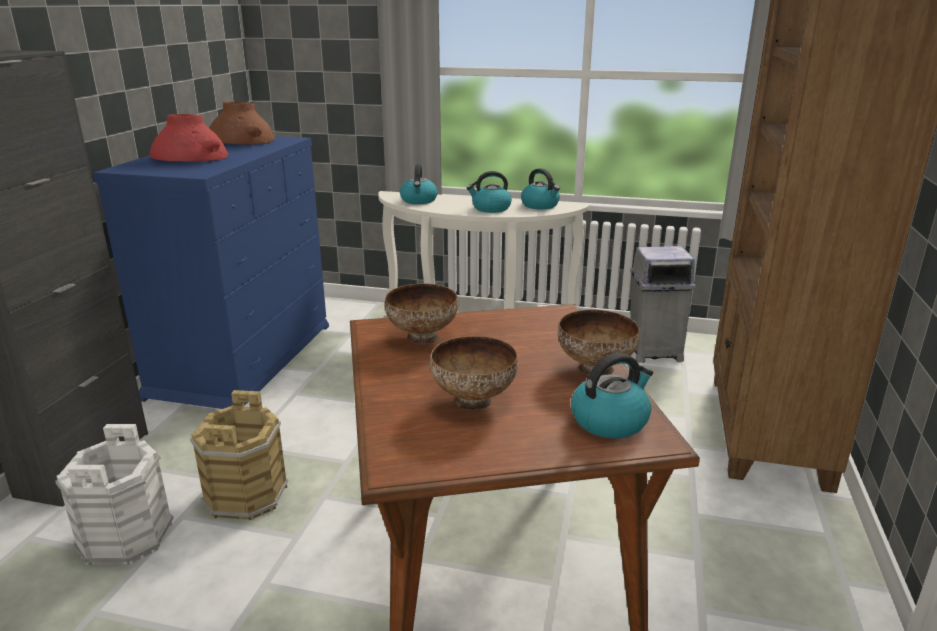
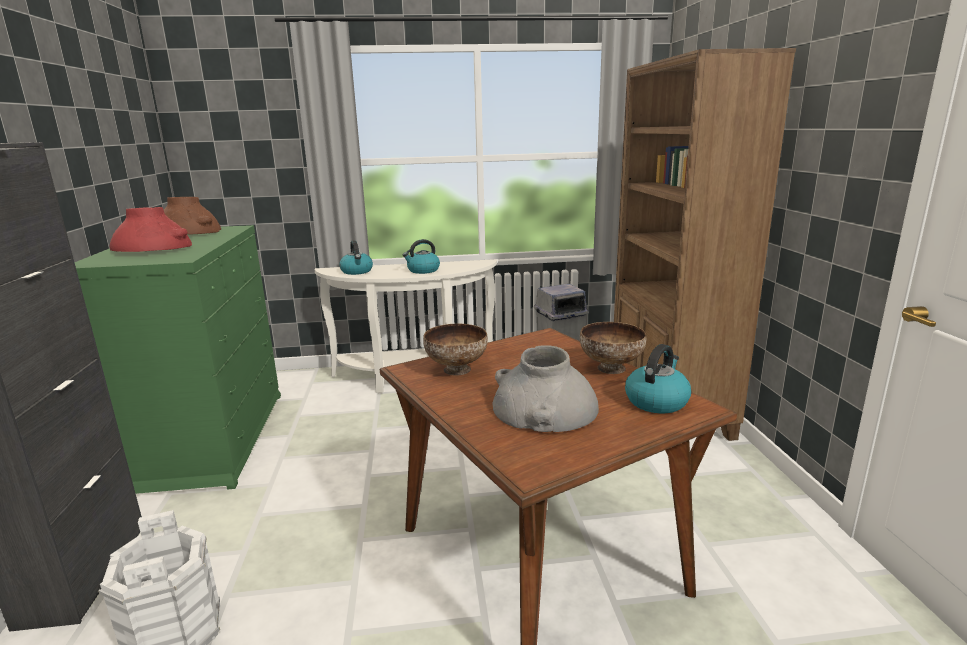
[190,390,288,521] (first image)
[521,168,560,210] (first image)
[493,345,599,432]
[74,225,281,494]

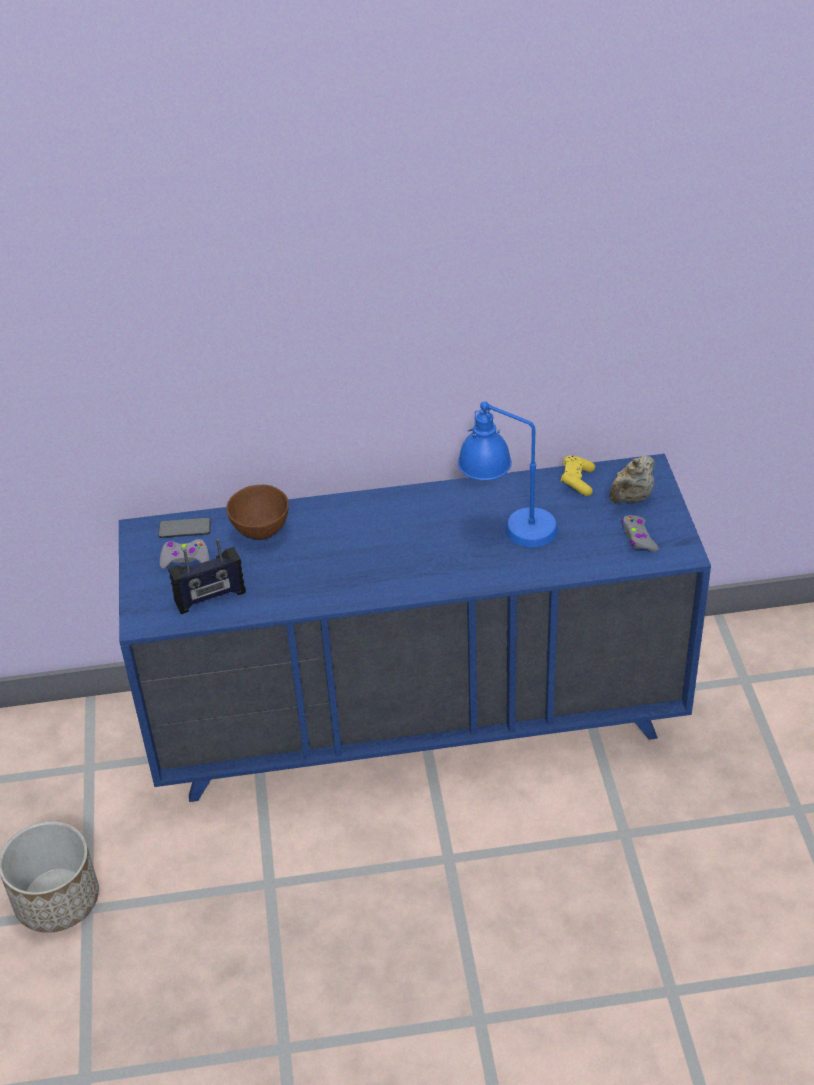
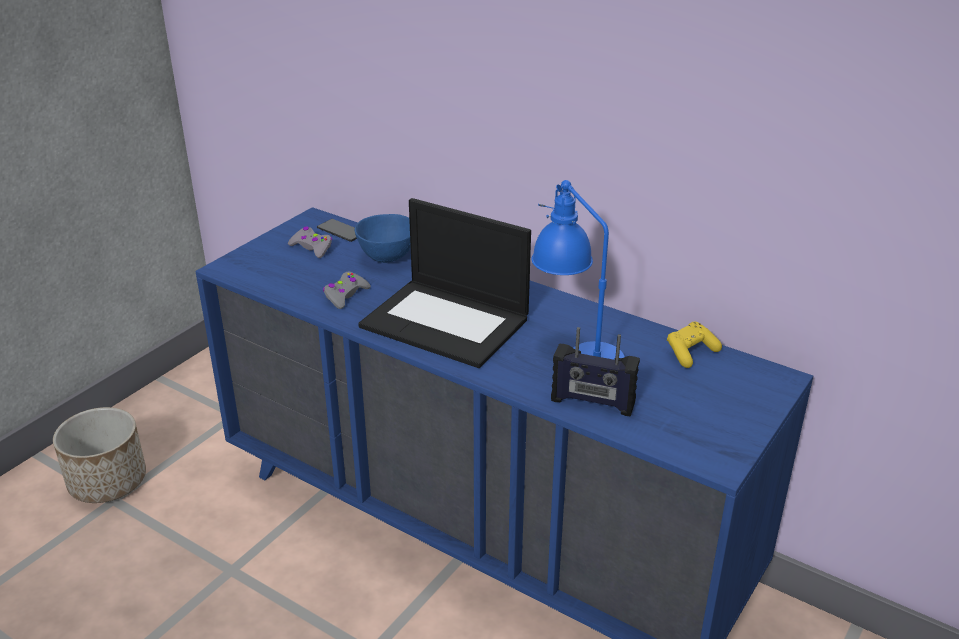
[609,455,655,504] (first image)
[358,198,531,368]
[551,327,640,416]
[323,272,371,309]
[355,214,411,263]

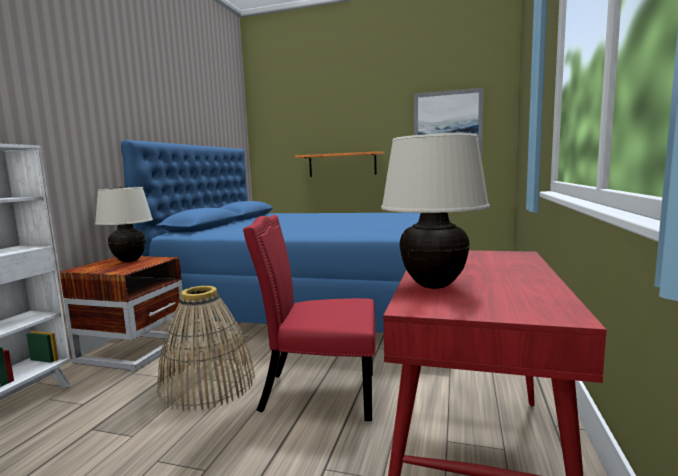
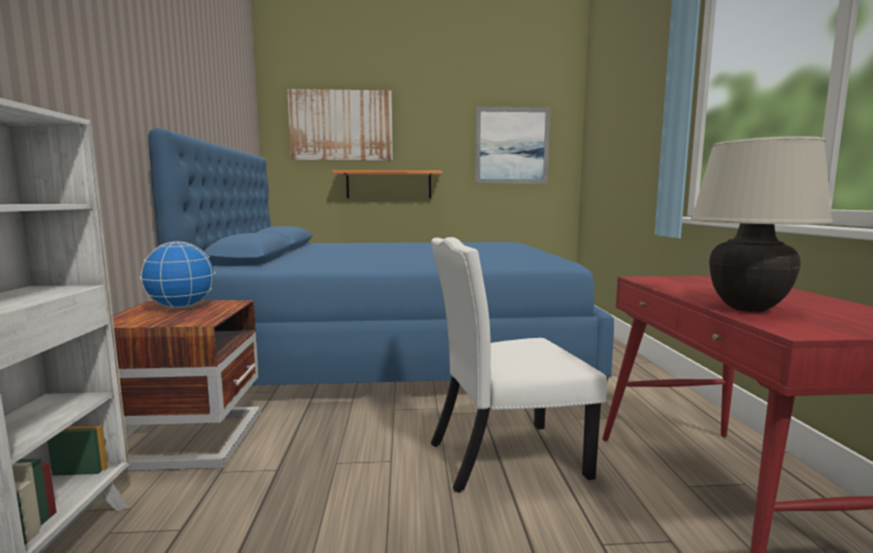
[157,286,255,411] (first image)
[287,89,393,161]
[140,242,215,308]
[431,237,607,493]

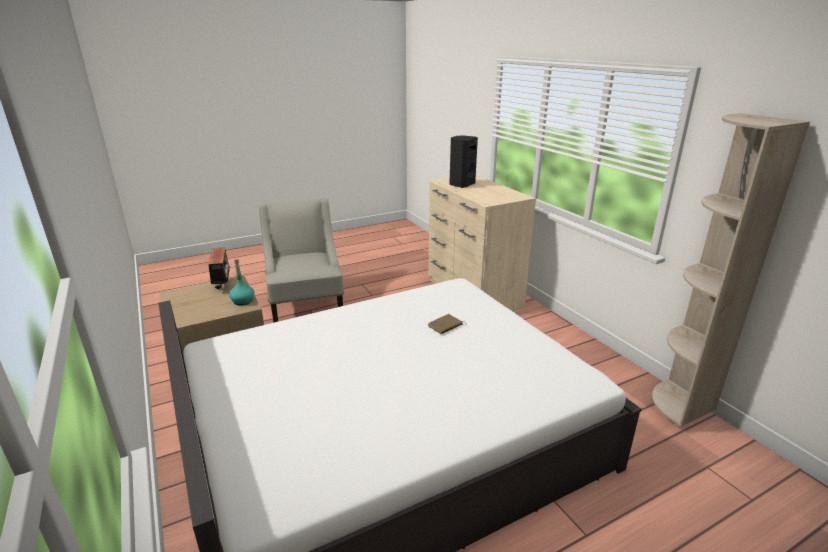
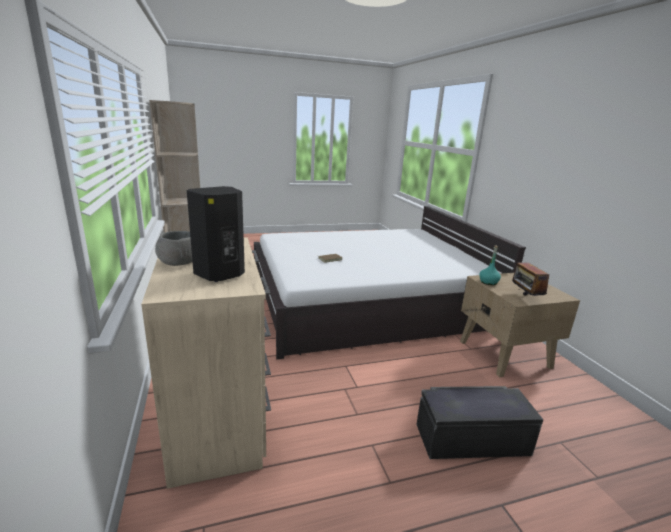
[155,231,192,266]
[416,386,544,459]

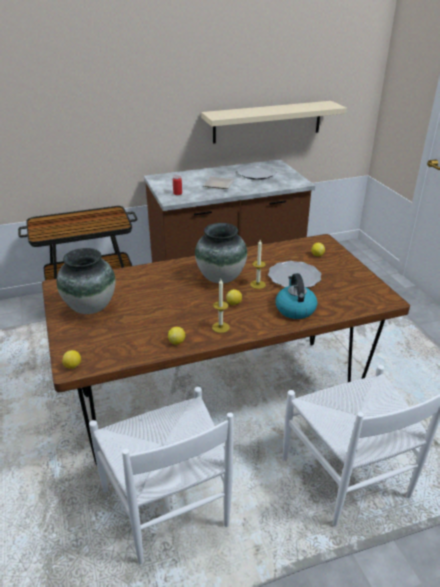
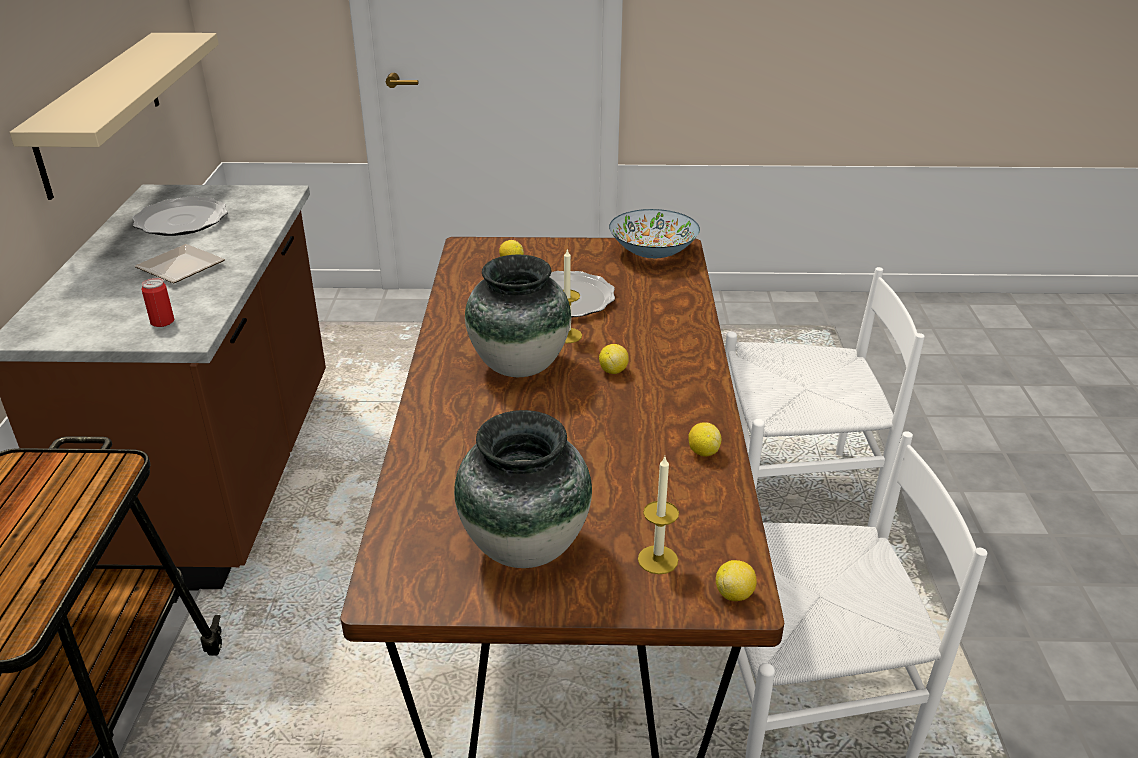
[275,273,317,319] (first image)
[609,209,700,258]
[638,457,679,574]

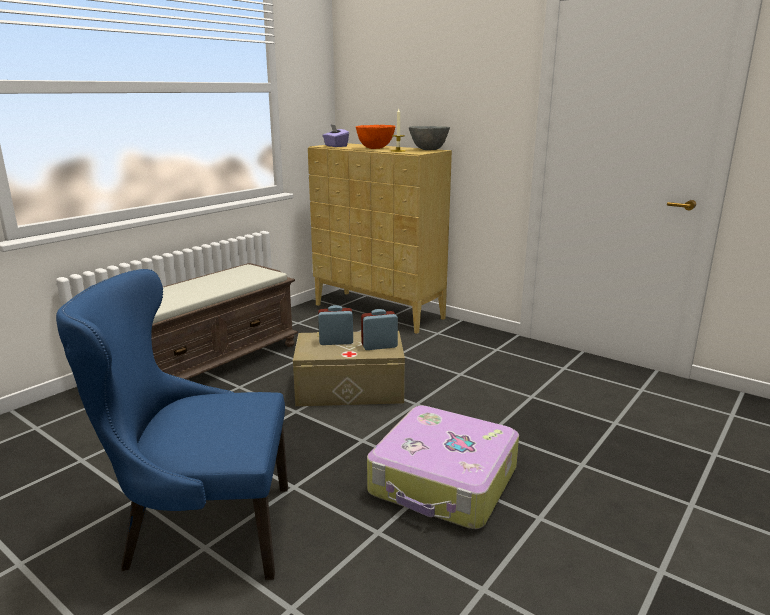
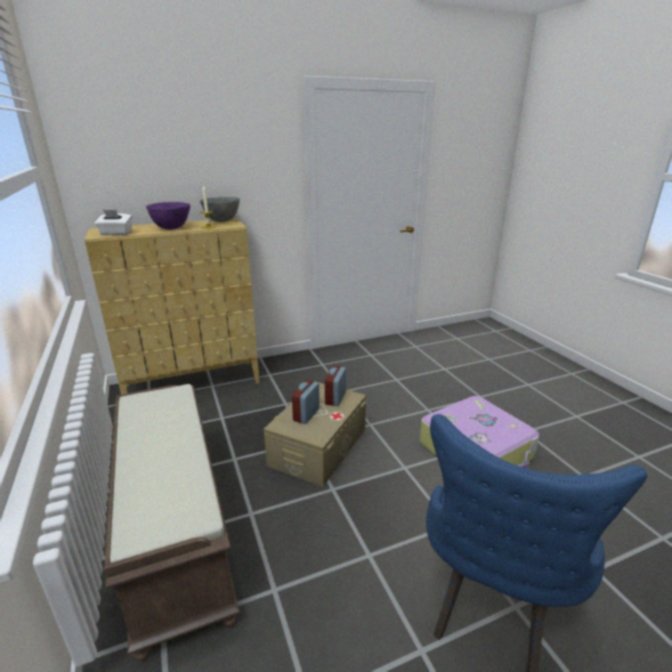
[94,210,132,235]
[146,202,190,230]

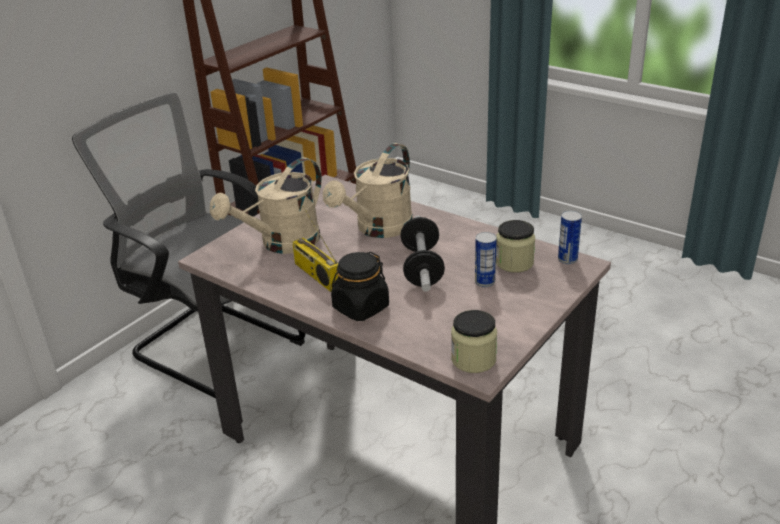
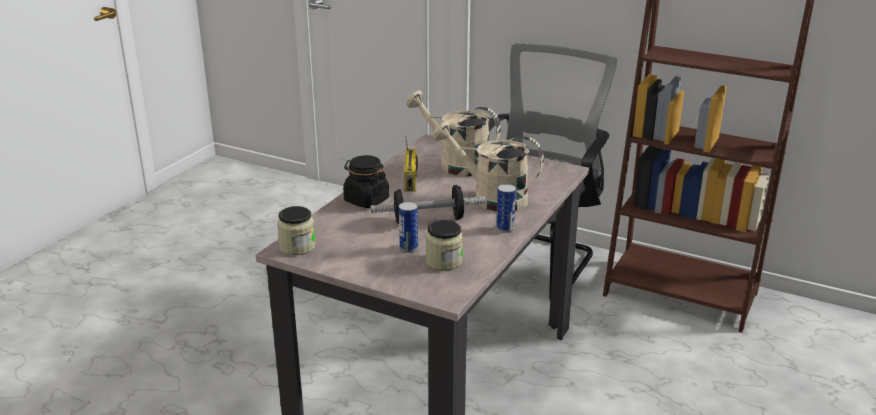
[497,184,516,233]
[404,136,418,192]

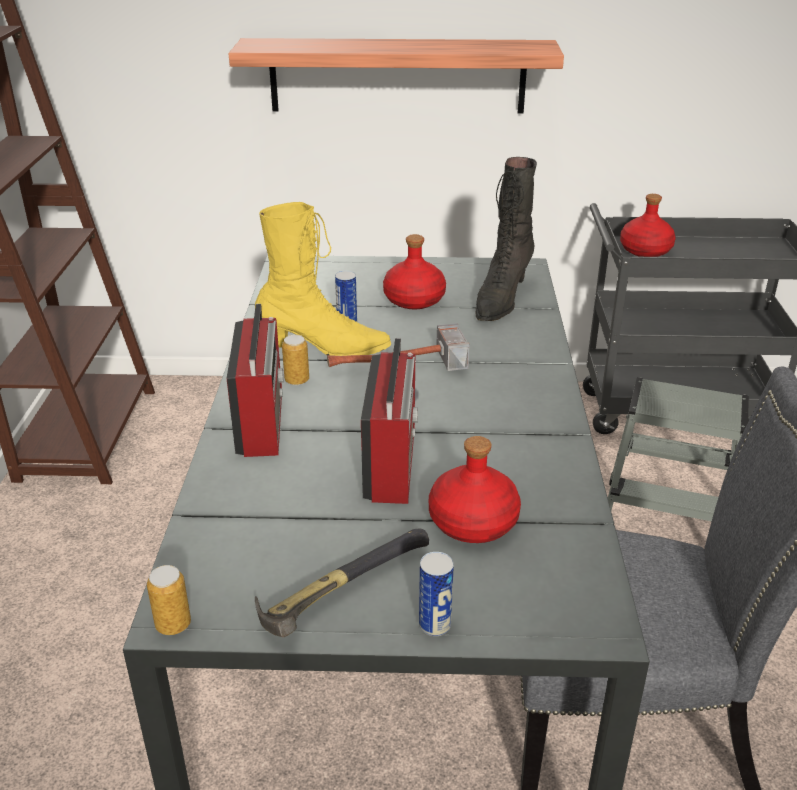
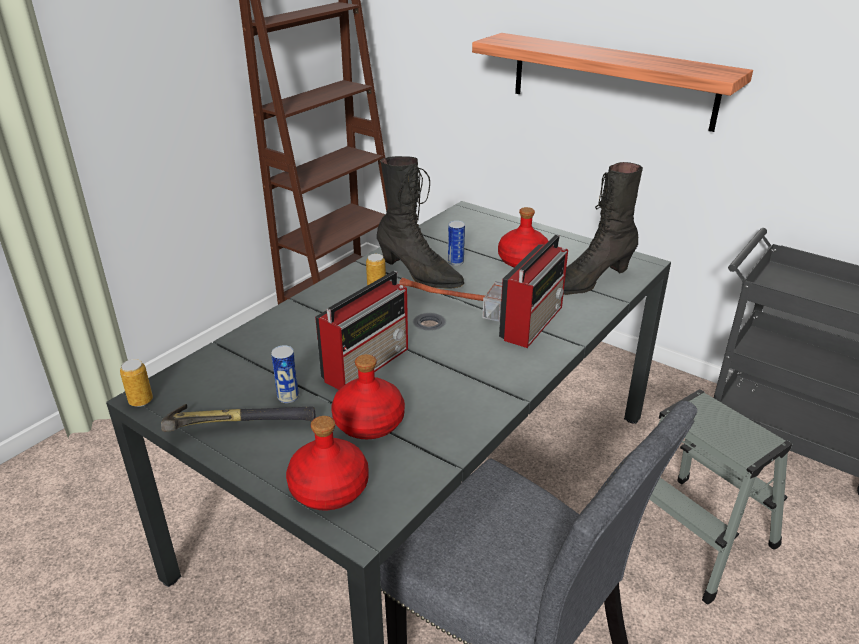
[499,235,568,348]
[271,345,299,403]
[286,416,369,510]
[377,156,464,289]

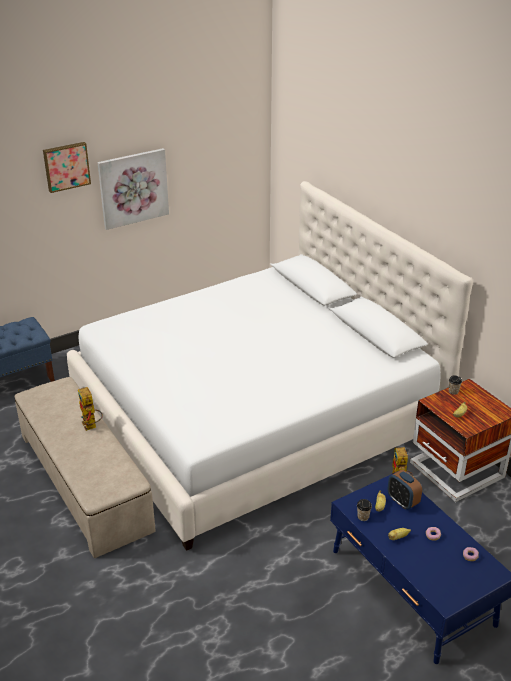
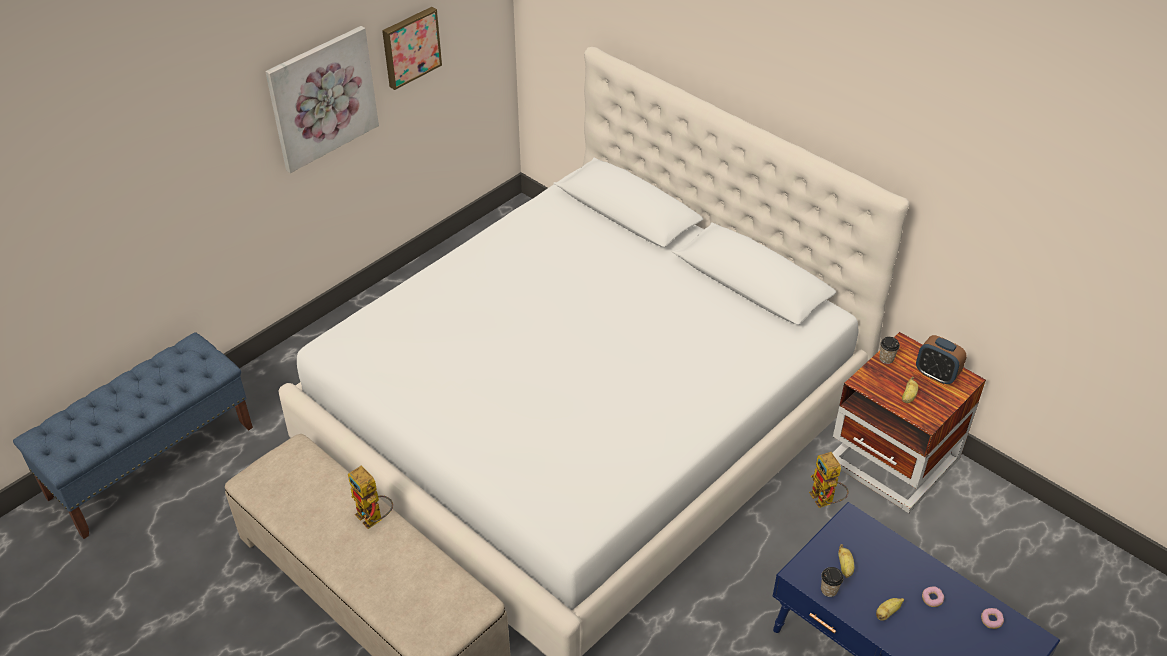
[382,7,442,90]
[916,335,967,385]

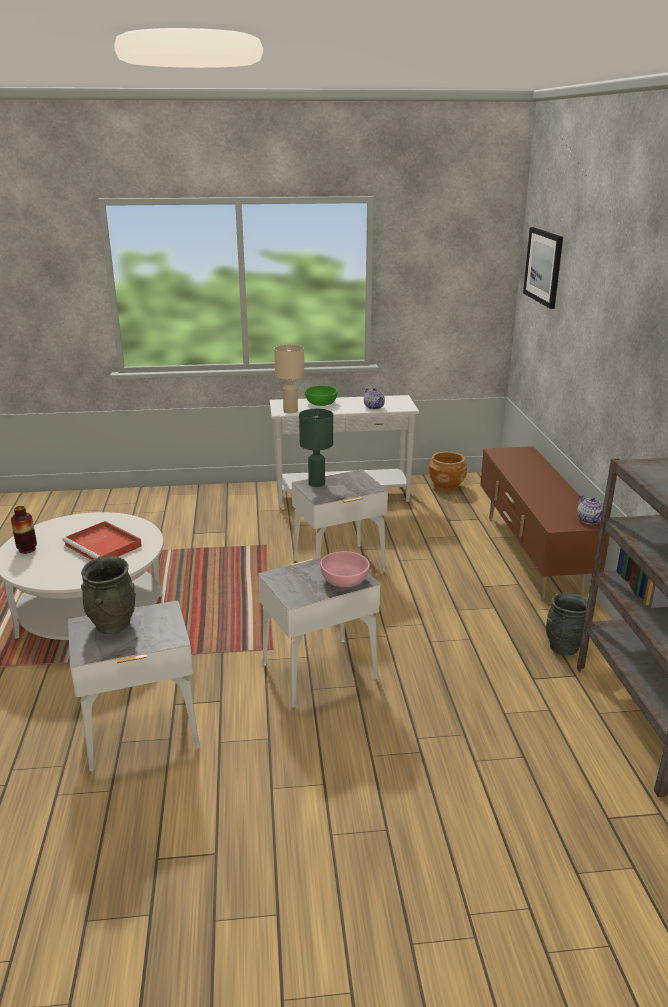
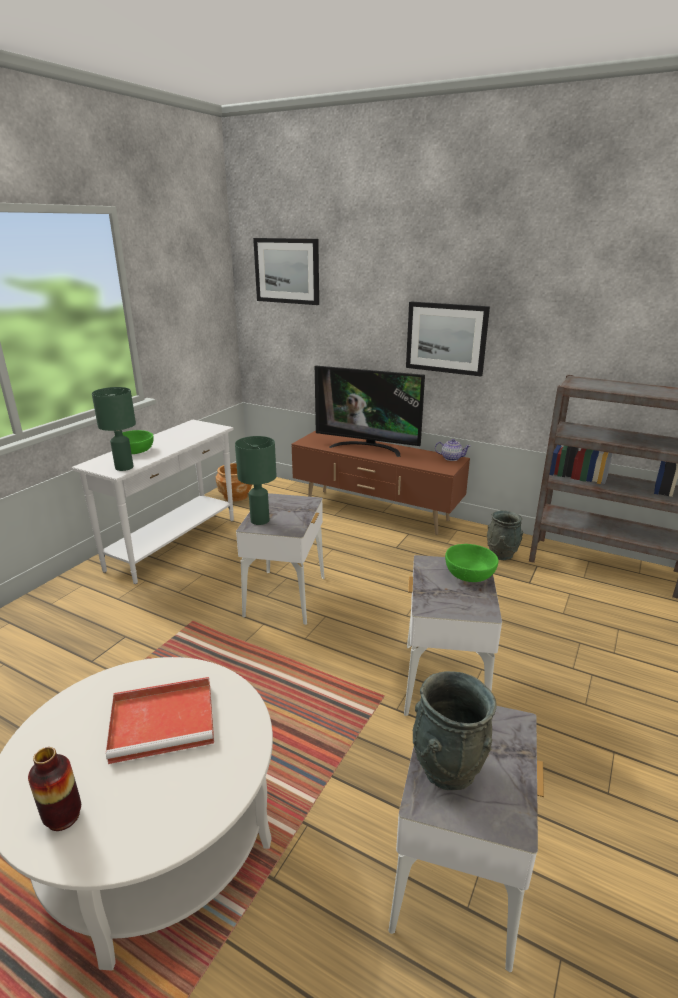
[364,387,385,410] (first image)
[315,366,425,457]
[406,302,490,376]
[92,387,136,471]
[445,544,498,582]

